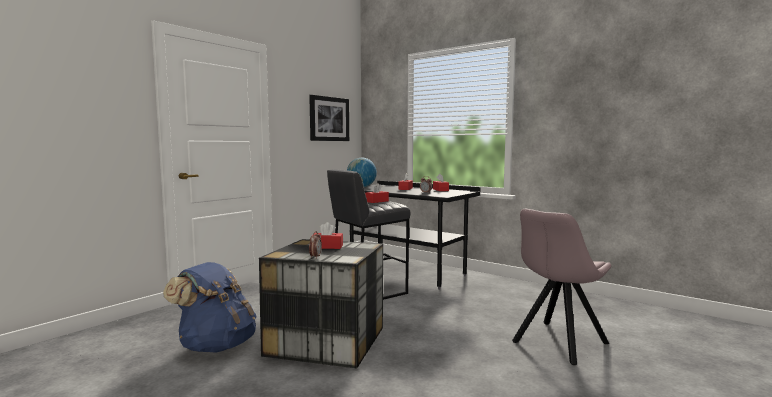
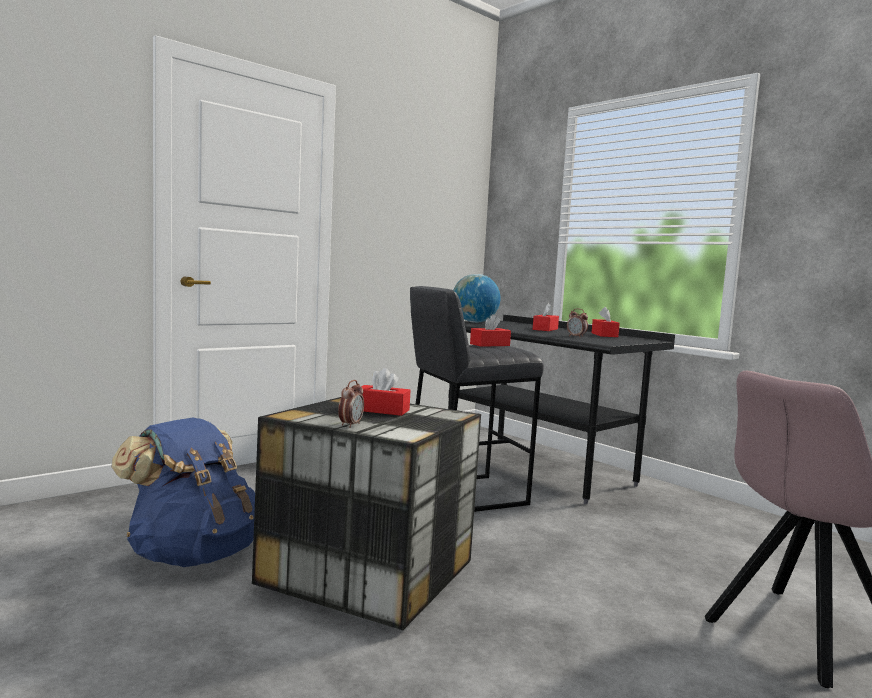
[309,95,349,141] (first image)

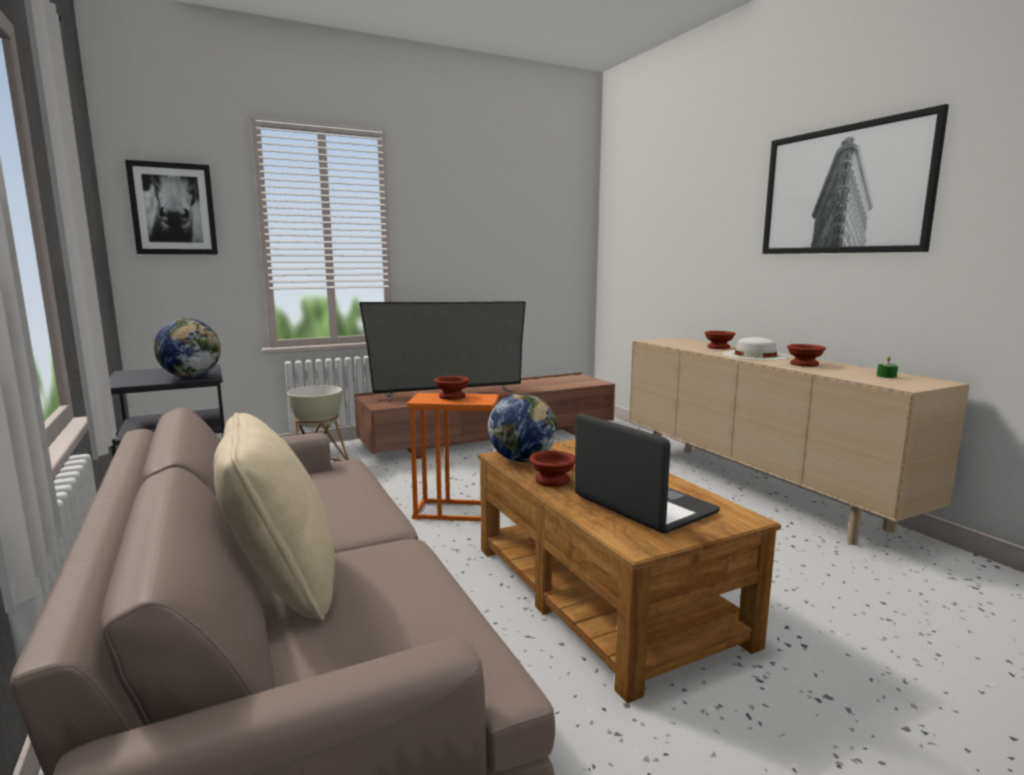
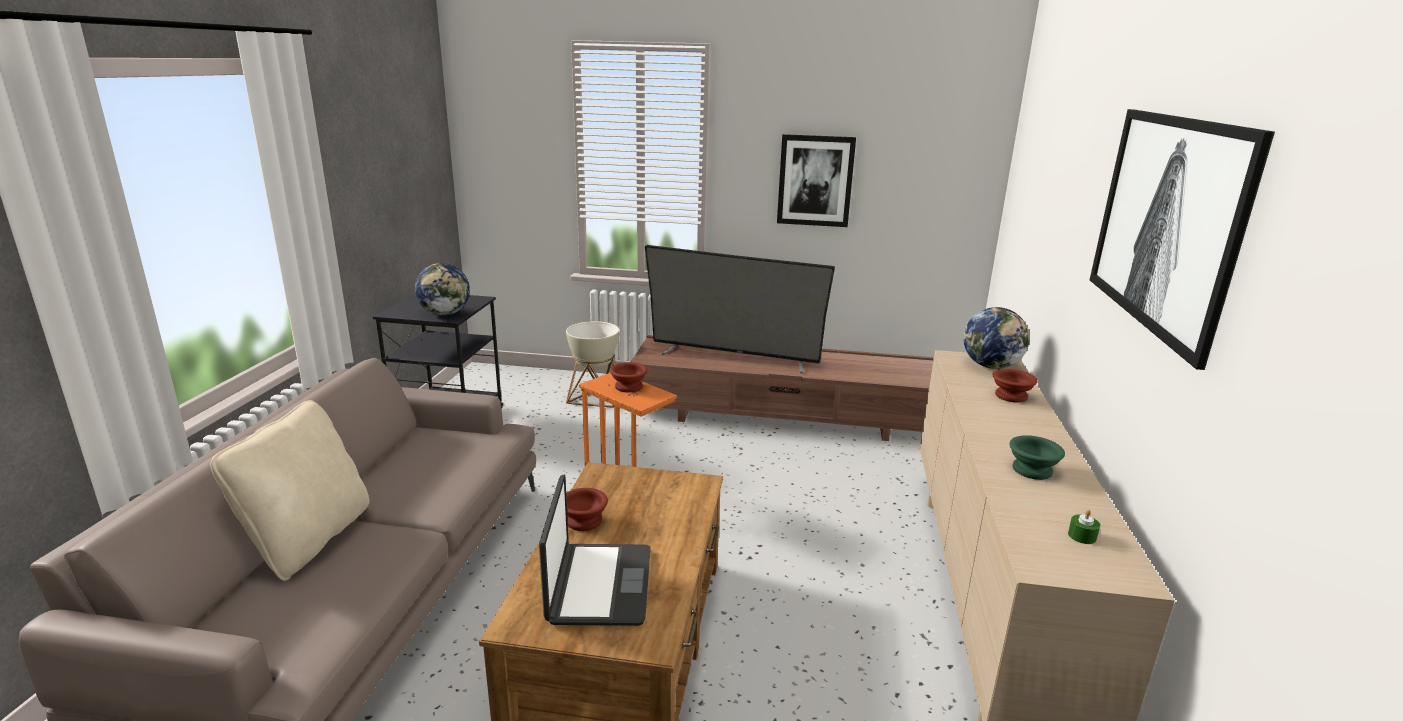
[722,337,791,360] (first image)
[777,134,856,227]
[963,307,1030,369]
[1009,435,1065,480]

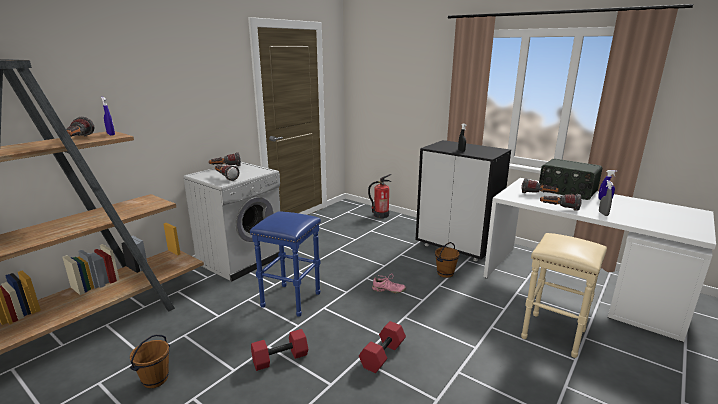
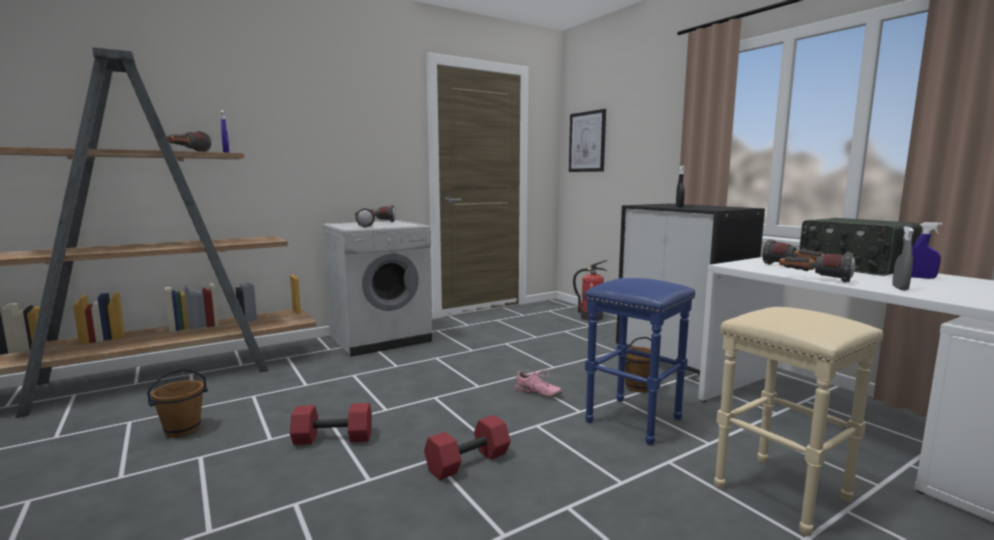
[569,109,606,172]
[585,278,695,445]

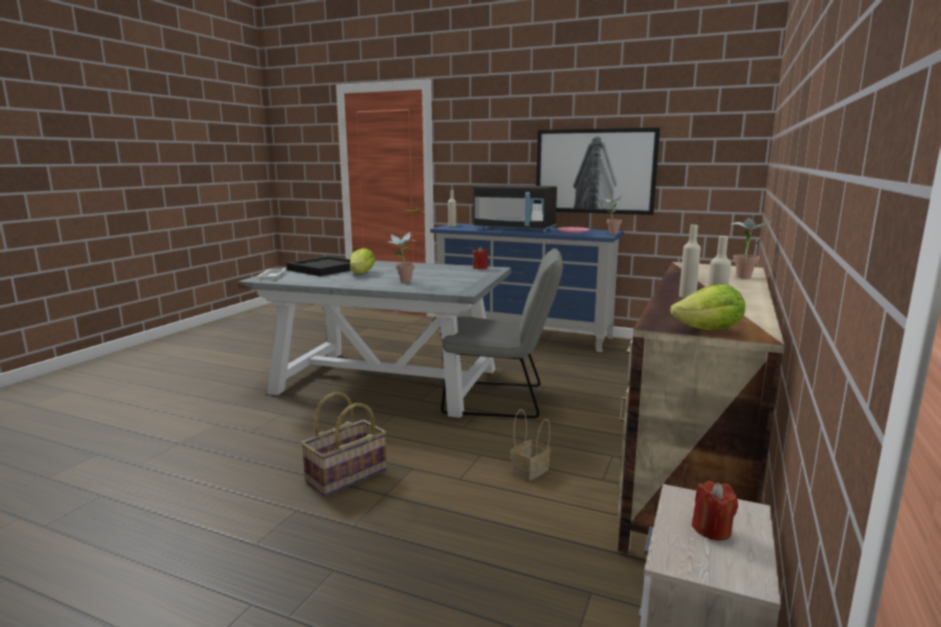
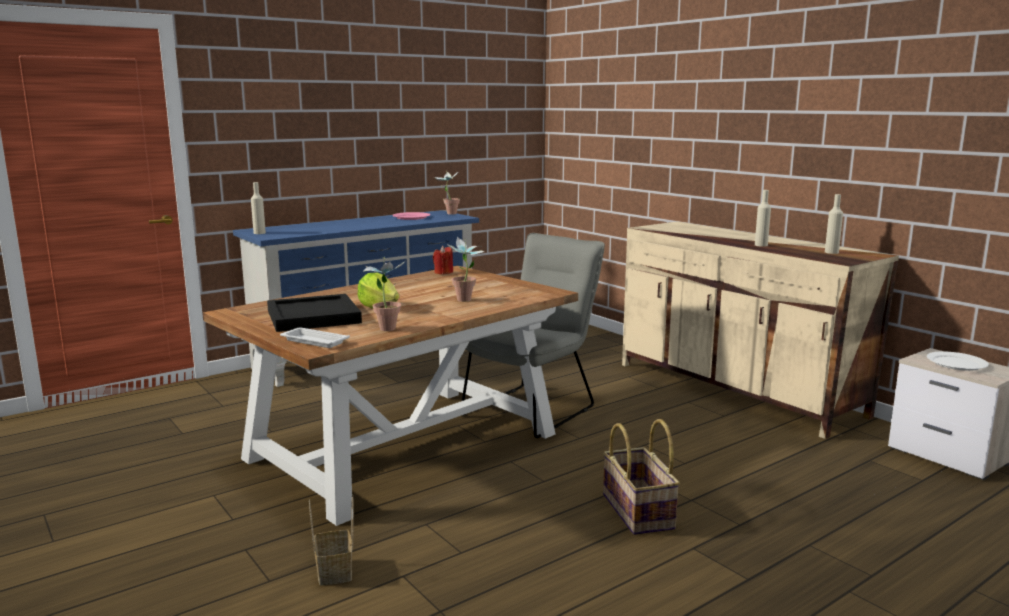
[473,185,557,232] (first image)
[536,127,660,215] (first image)
[670,284,745,330] (first image)
[309,494,354,586]
[363,257,406,331]
[927,351,989,371]
[203,266,578,526]

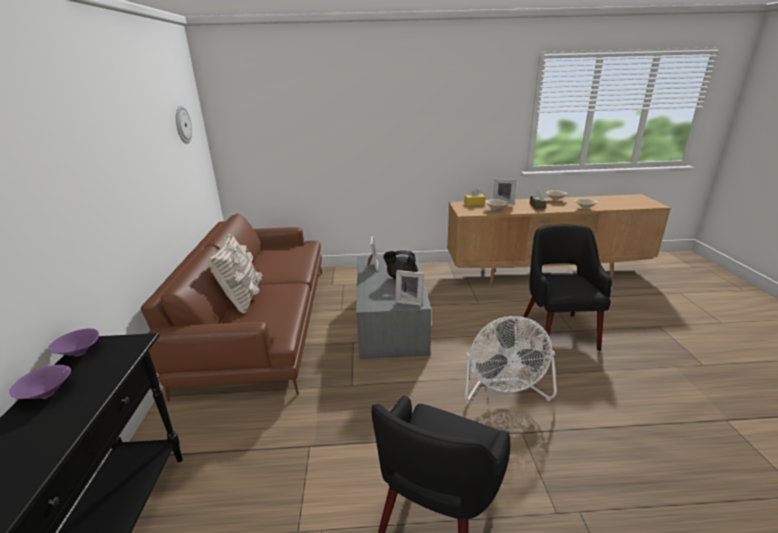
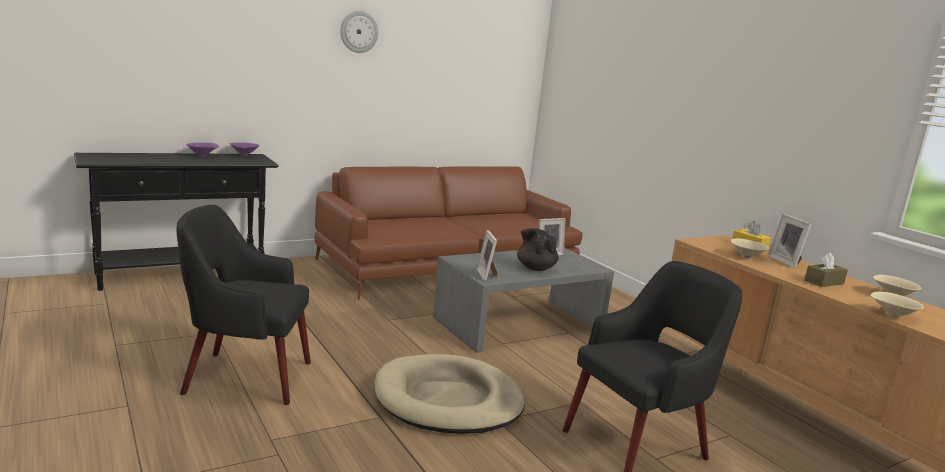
[207,234,263,314] (first image)
[340,11,378,53]
[375,354,525,434]

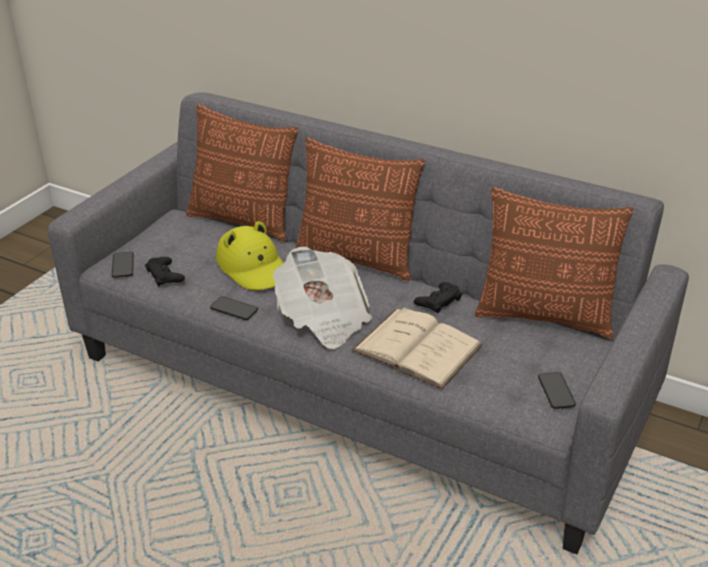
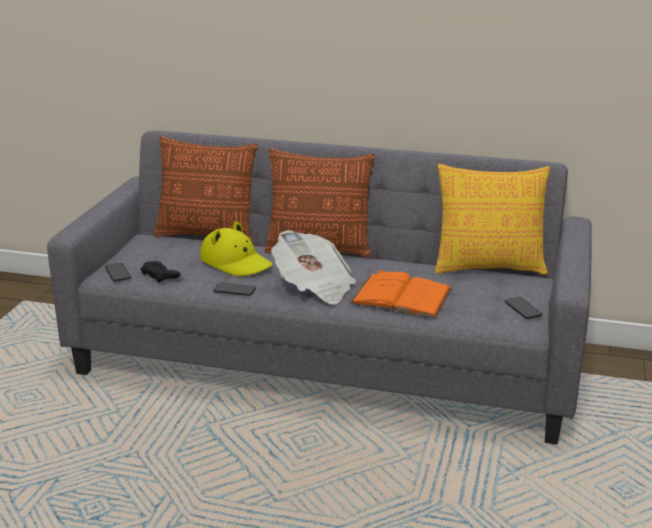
[414,282,462,313] (first image)
[350,270,452,318]
[435,164,550,275]

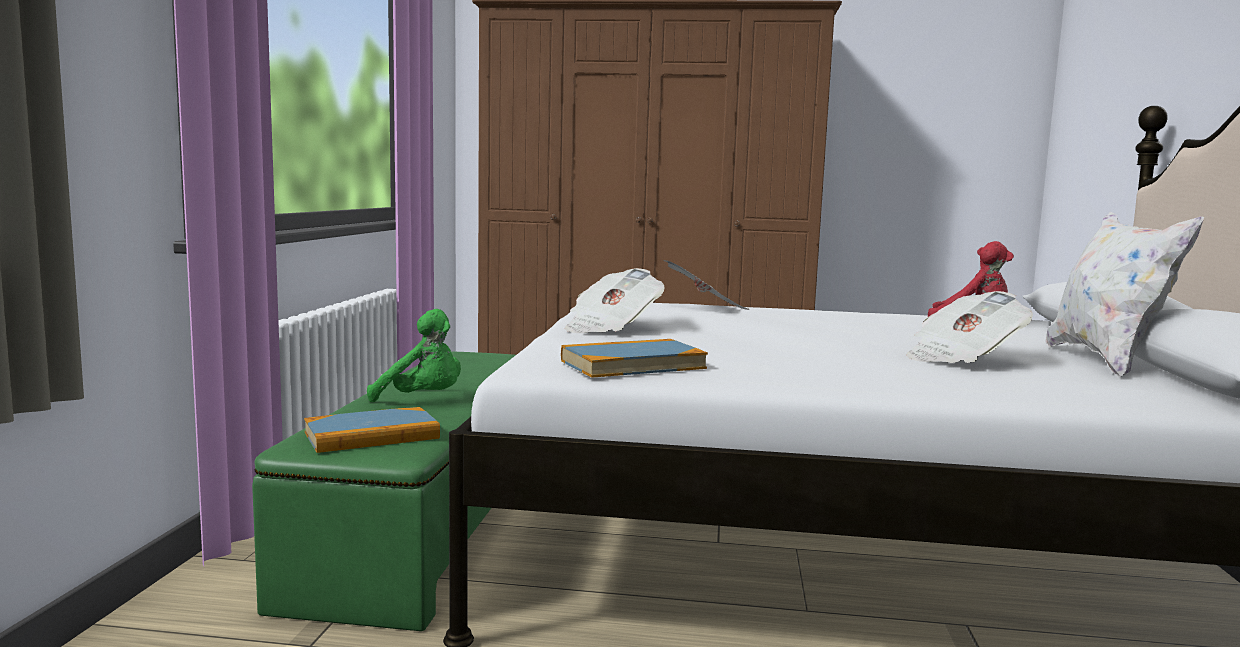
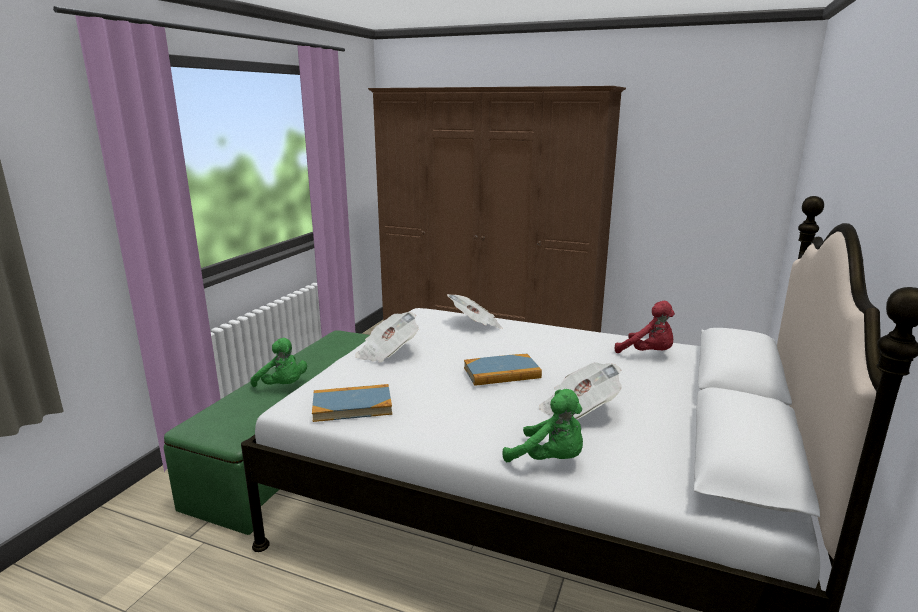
[1046,212,1204,378] (first image)
[503,389,583,462]
[464,354,542,386]

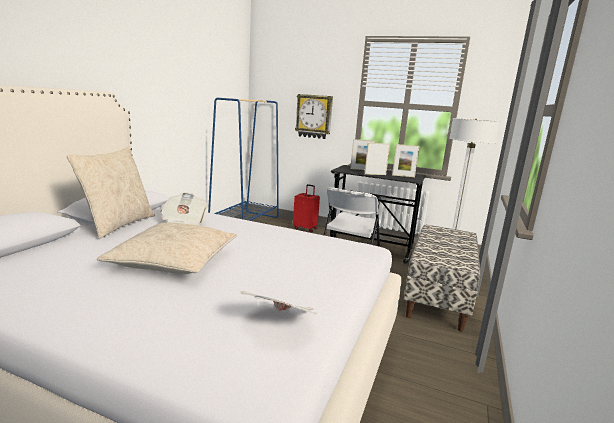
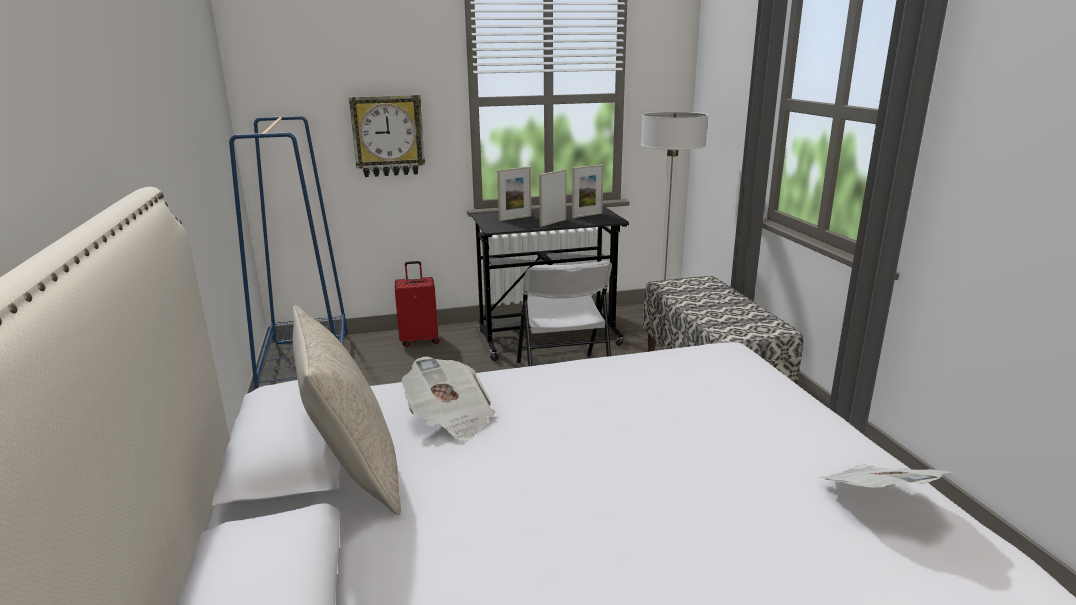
[97,222,237,274] (first image)

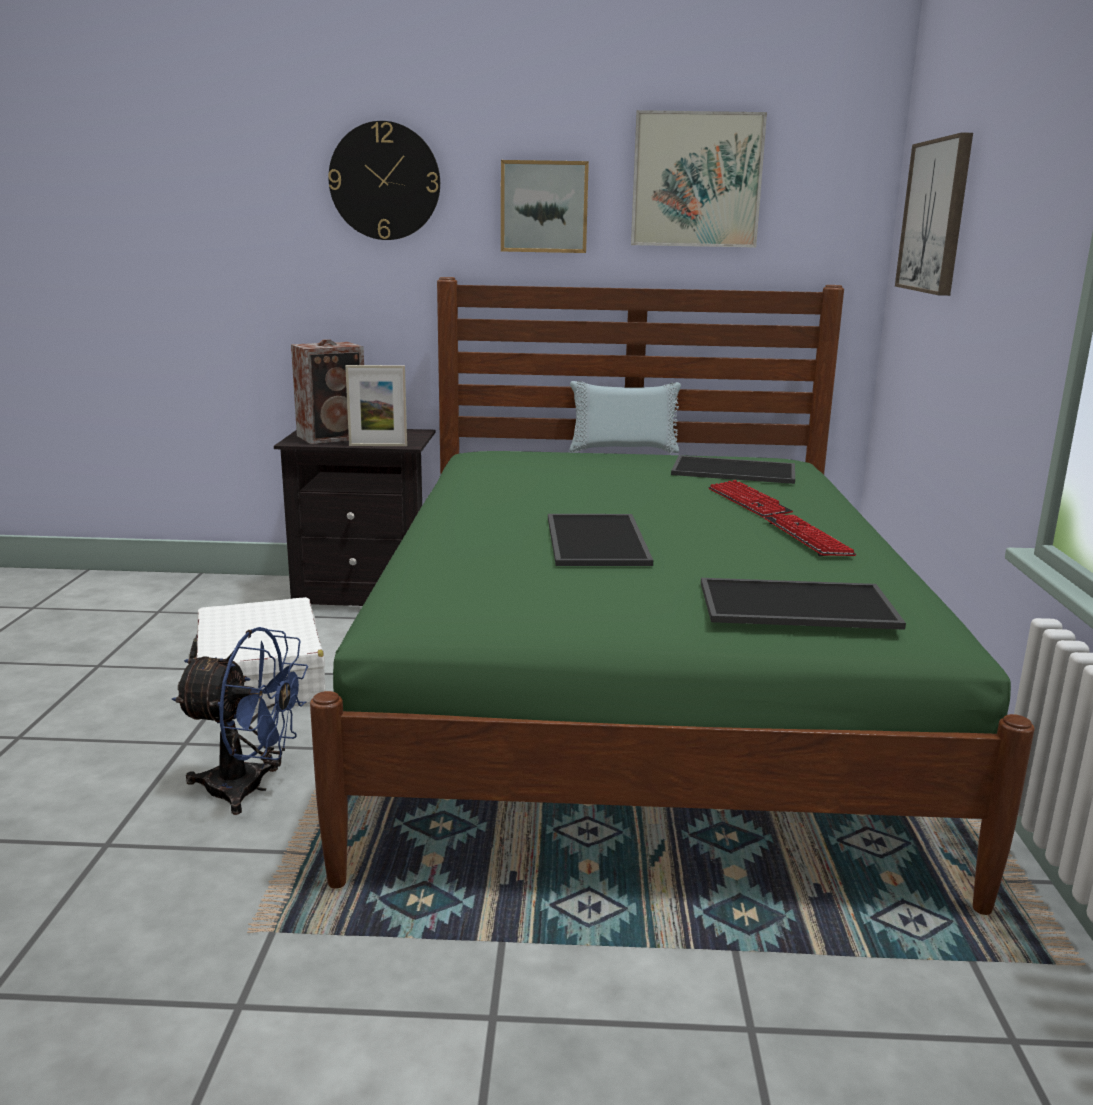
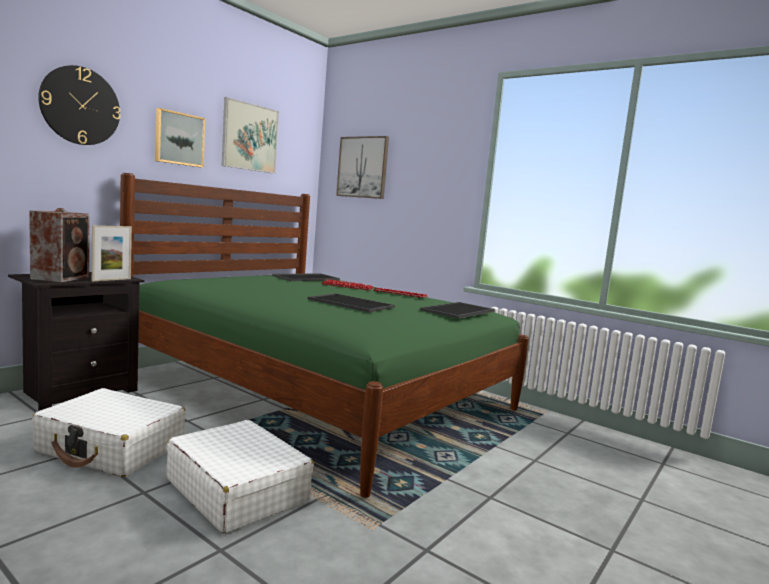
[569,381,681,454] (first image)
[167,420,314,533]

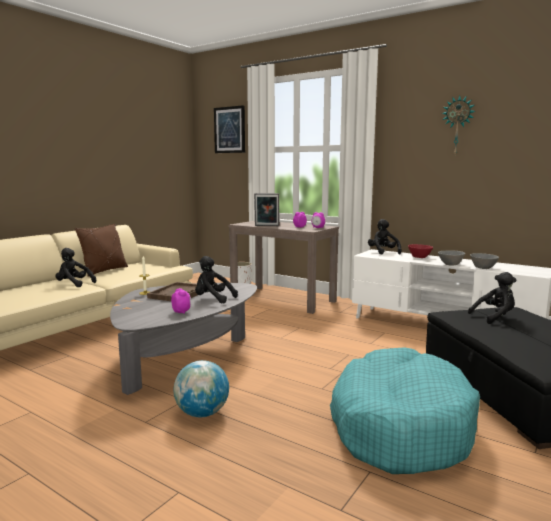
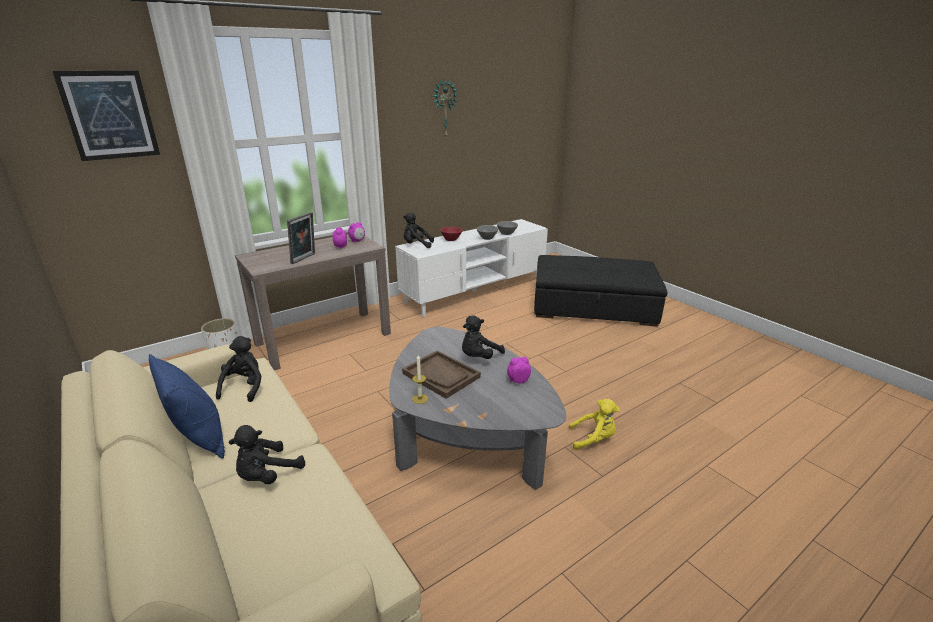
[330,347,480,474] (first image)
[216,336,262,402]
[569,399,620,450]
[149,354,225,459]

